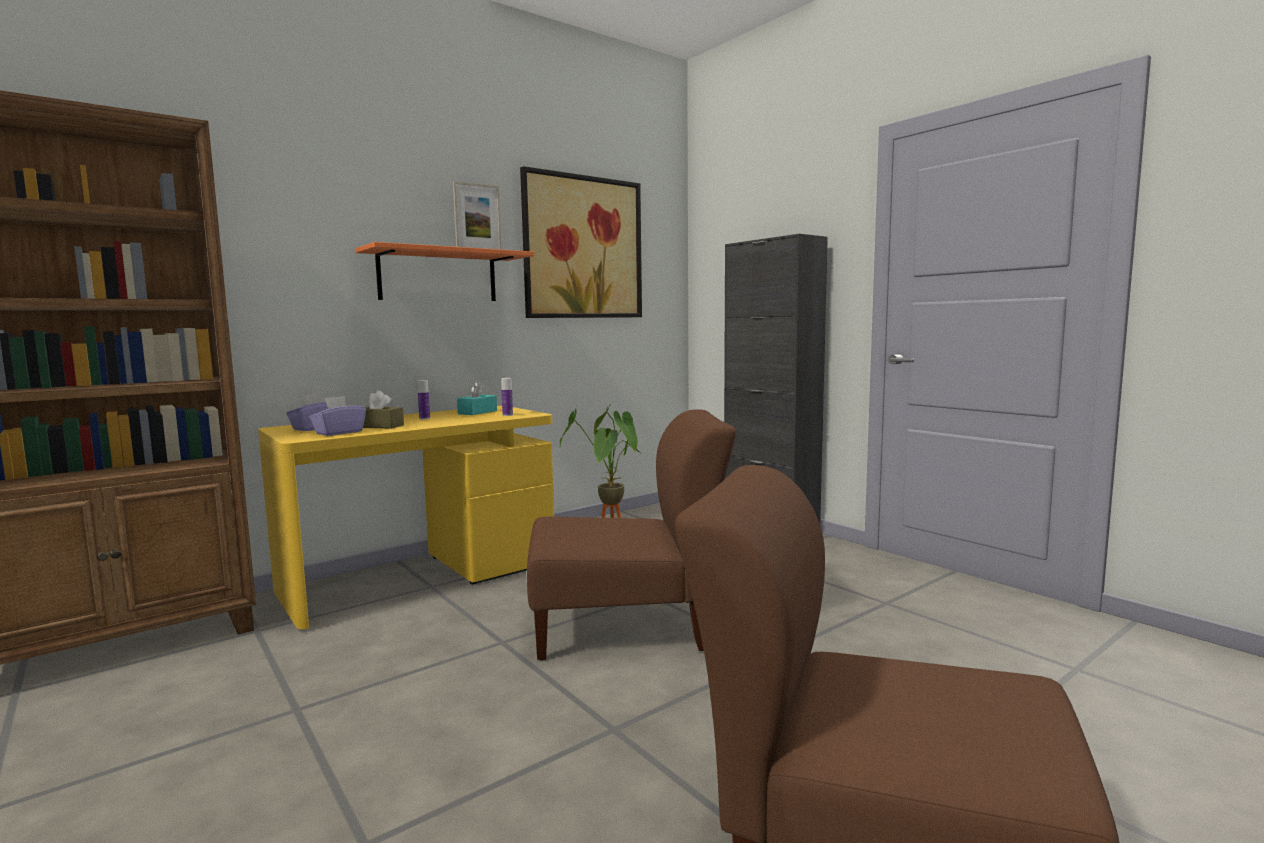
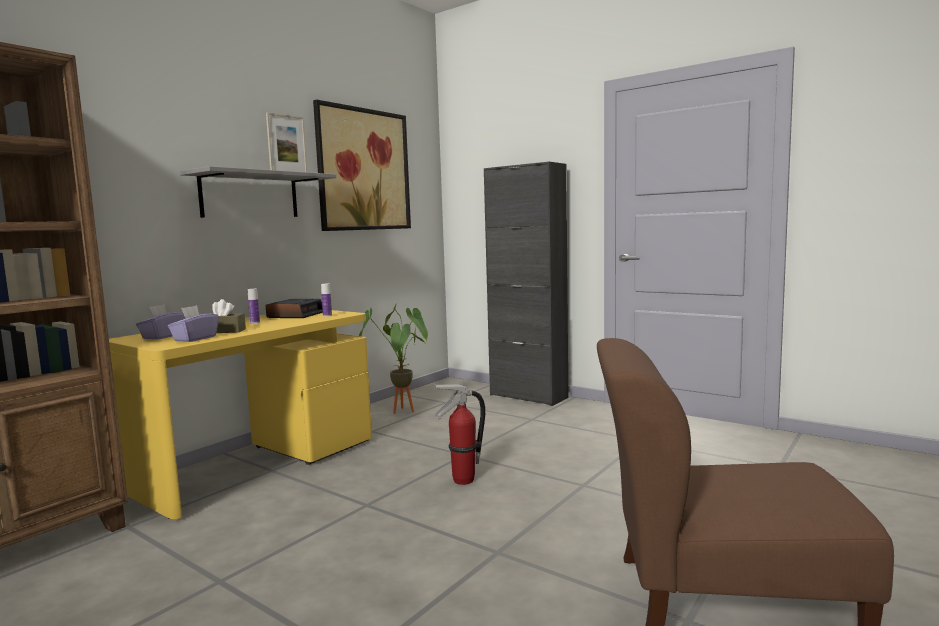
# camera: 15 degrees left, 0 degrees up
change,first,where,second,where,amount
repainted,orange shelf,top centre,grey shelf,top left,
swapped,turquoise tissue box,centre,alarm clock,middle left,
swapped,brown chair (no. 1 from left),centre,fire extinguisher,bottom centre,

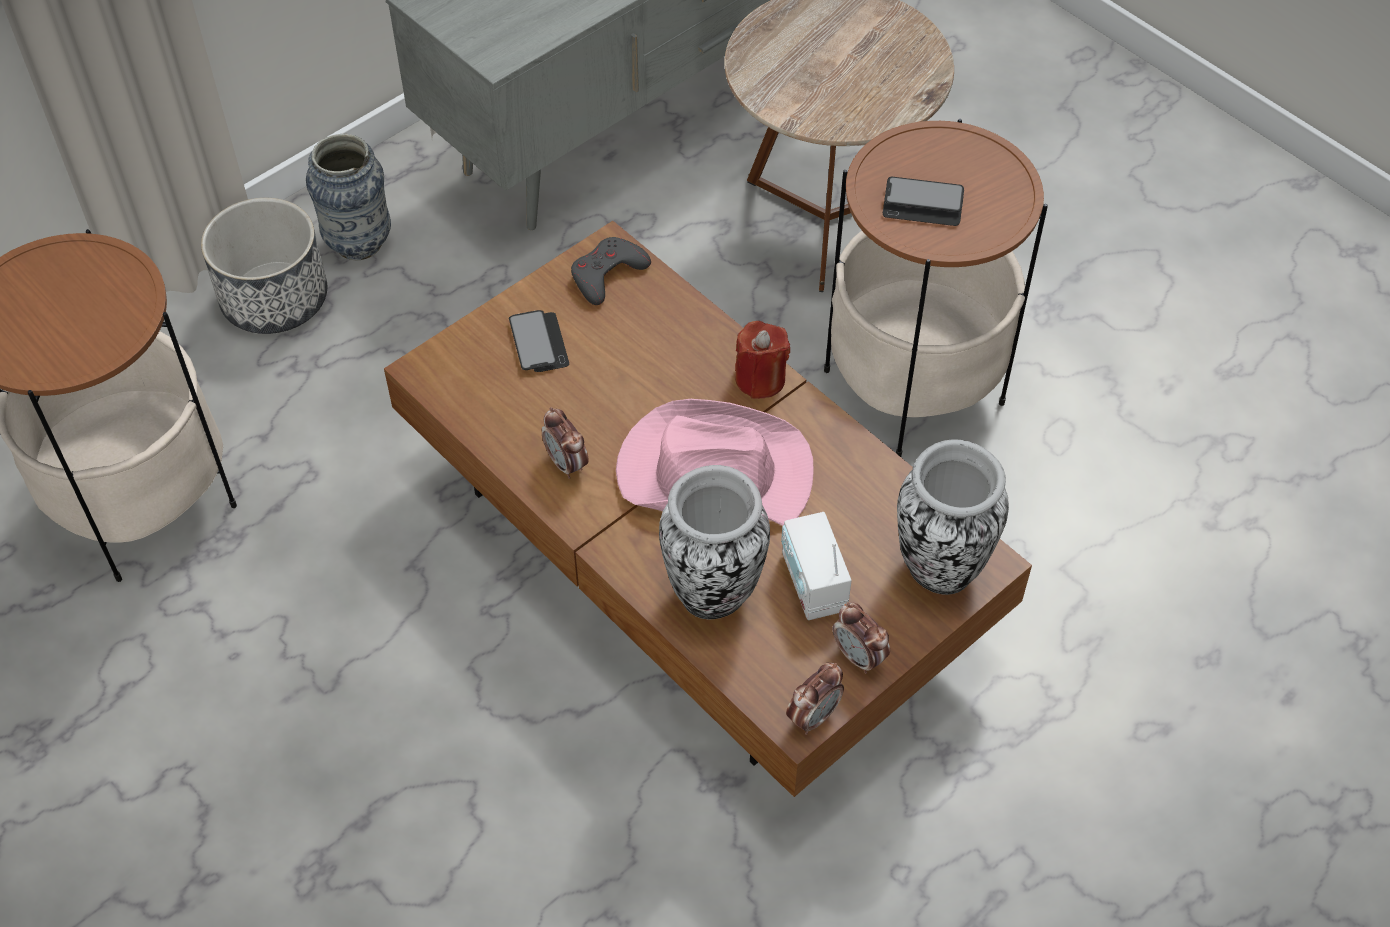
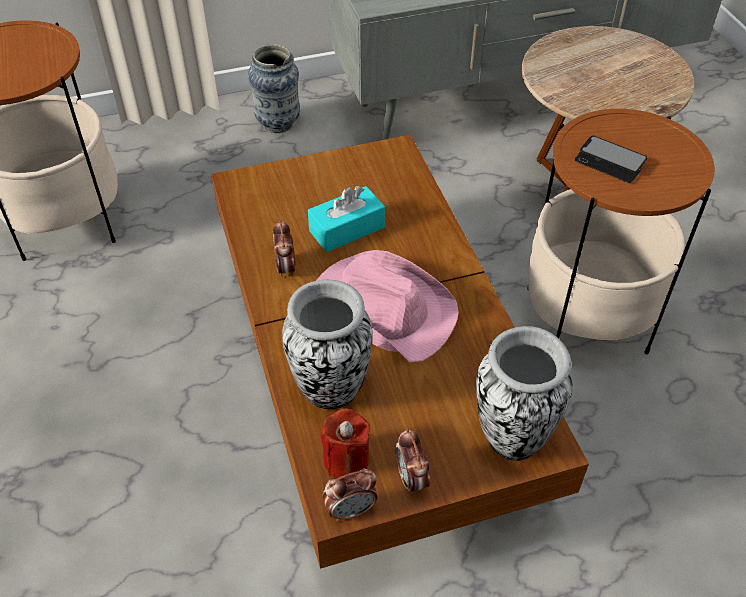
# camera: 25 degrees right, 5 degrees down
change,first,where,second,where,amount
gone,planter,top left,,,
gone,phone (no. 1 from left),centre,,,
gone,grey game controller,top centre,,,
shifted,red candle,centre,,bottom centre,
gone,radio,centre,,,
new,,,turquoise tissue box,centre,

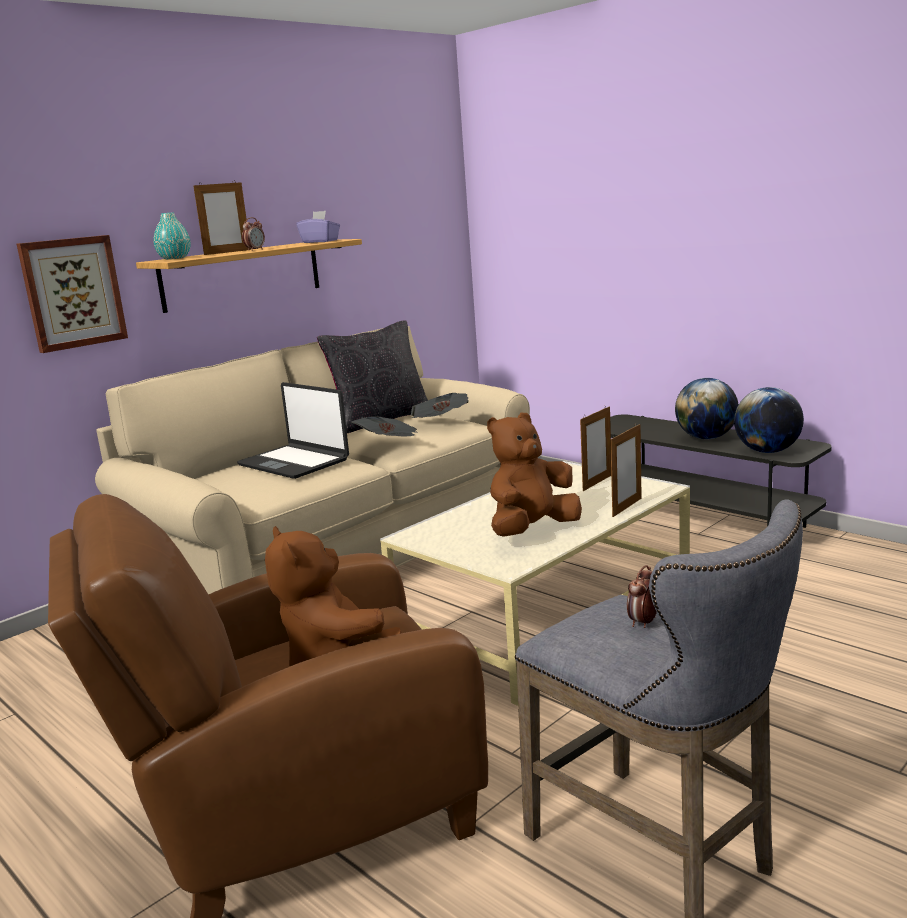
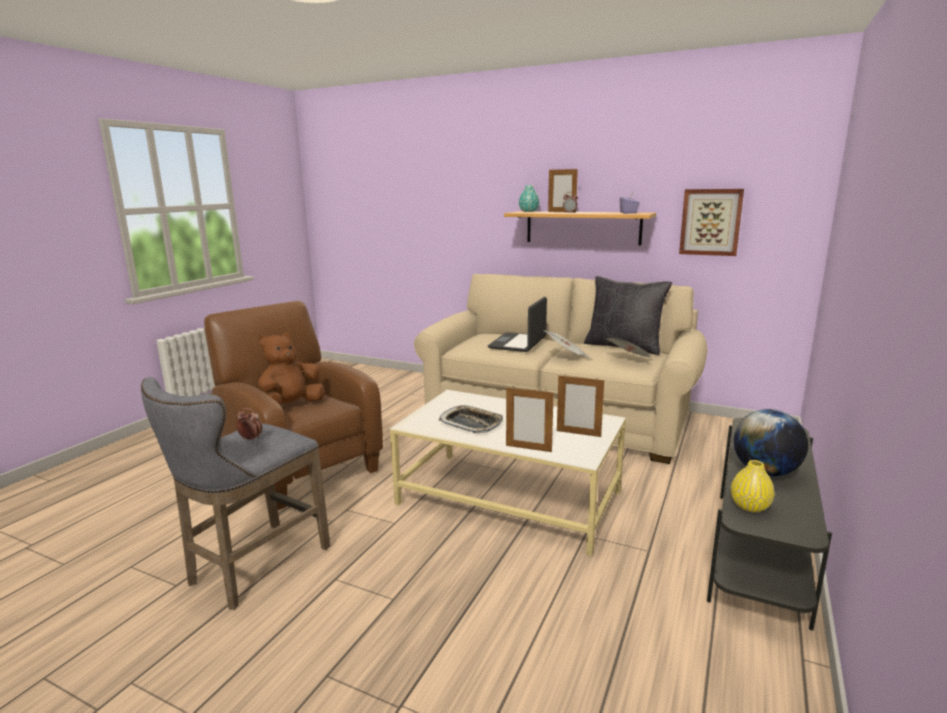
# camera: 70 degrees right, 0 degrees up
change,first,where,second,where,amount
shifted,picture,top left,,top right,
swapped,brown plush toy (no. 2 from left),centre,tray,centre,
swapped,globe (no. 2 from left),middle right,yellow vase,bottom right,

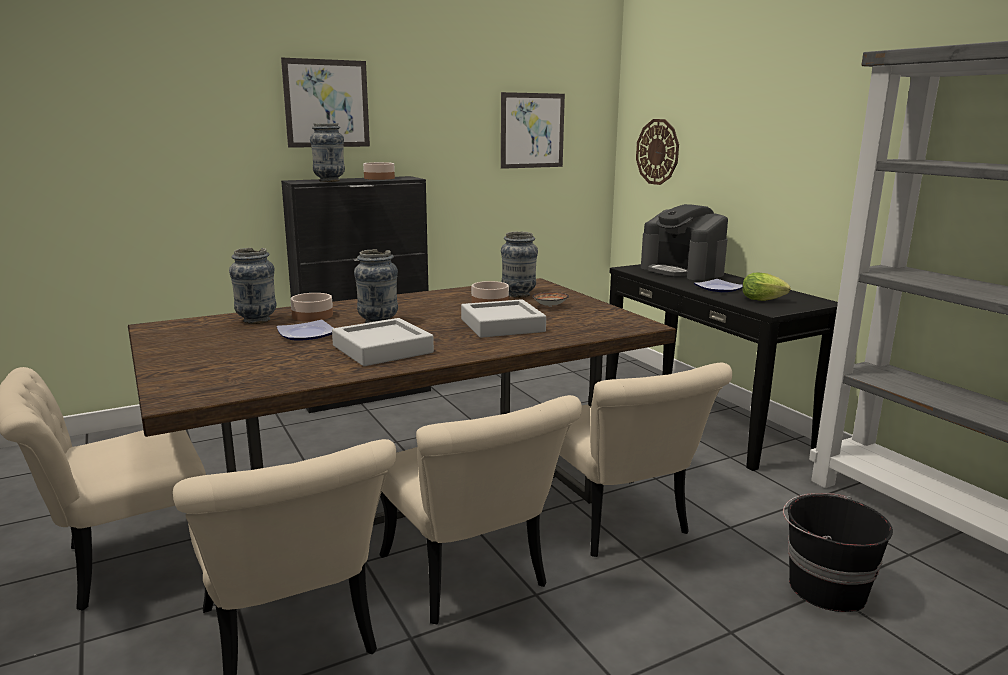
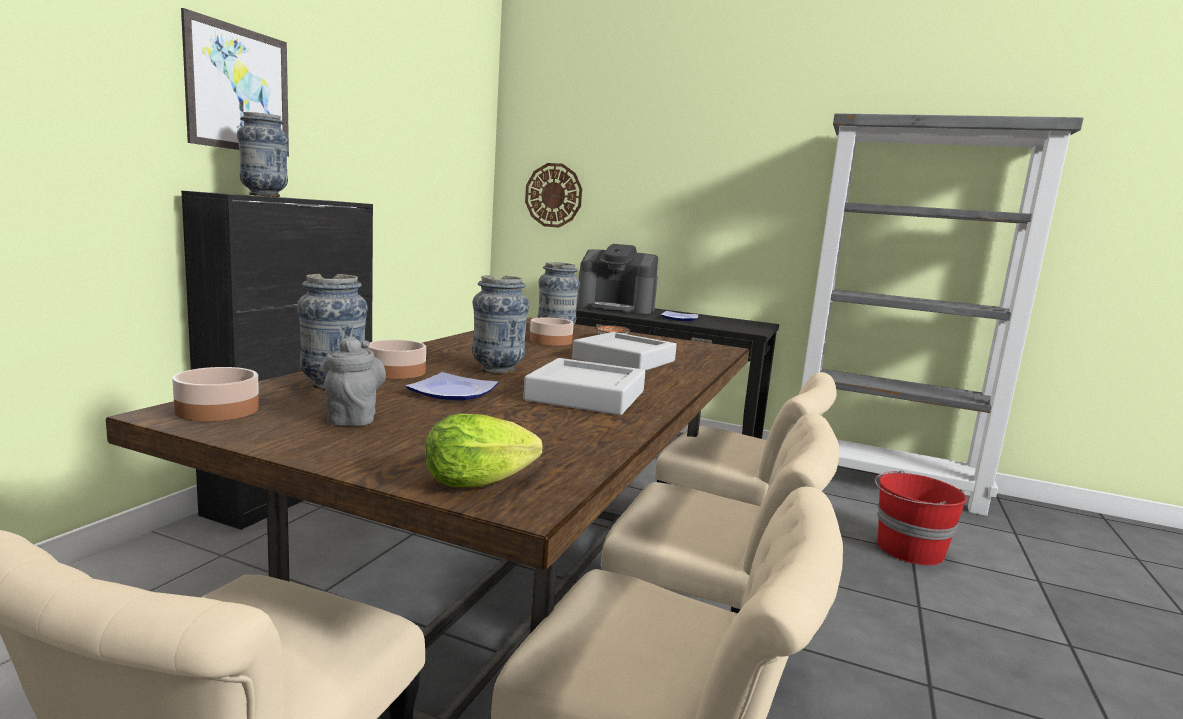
# camera: 40 degrees left, 5 degrees down
change,first,where,second,where,amount
shifted,bowl (no. 2 from left in the first image),top centre,bowl (no. 1 from left),middle left,
gone,picture (no. 2 from left),top centre,,,
shifted,lettuce,middle right,,centre,
repainted,black bucket,bottom right,red bucket,bottom right,
new,,,grey teapot,middle left,

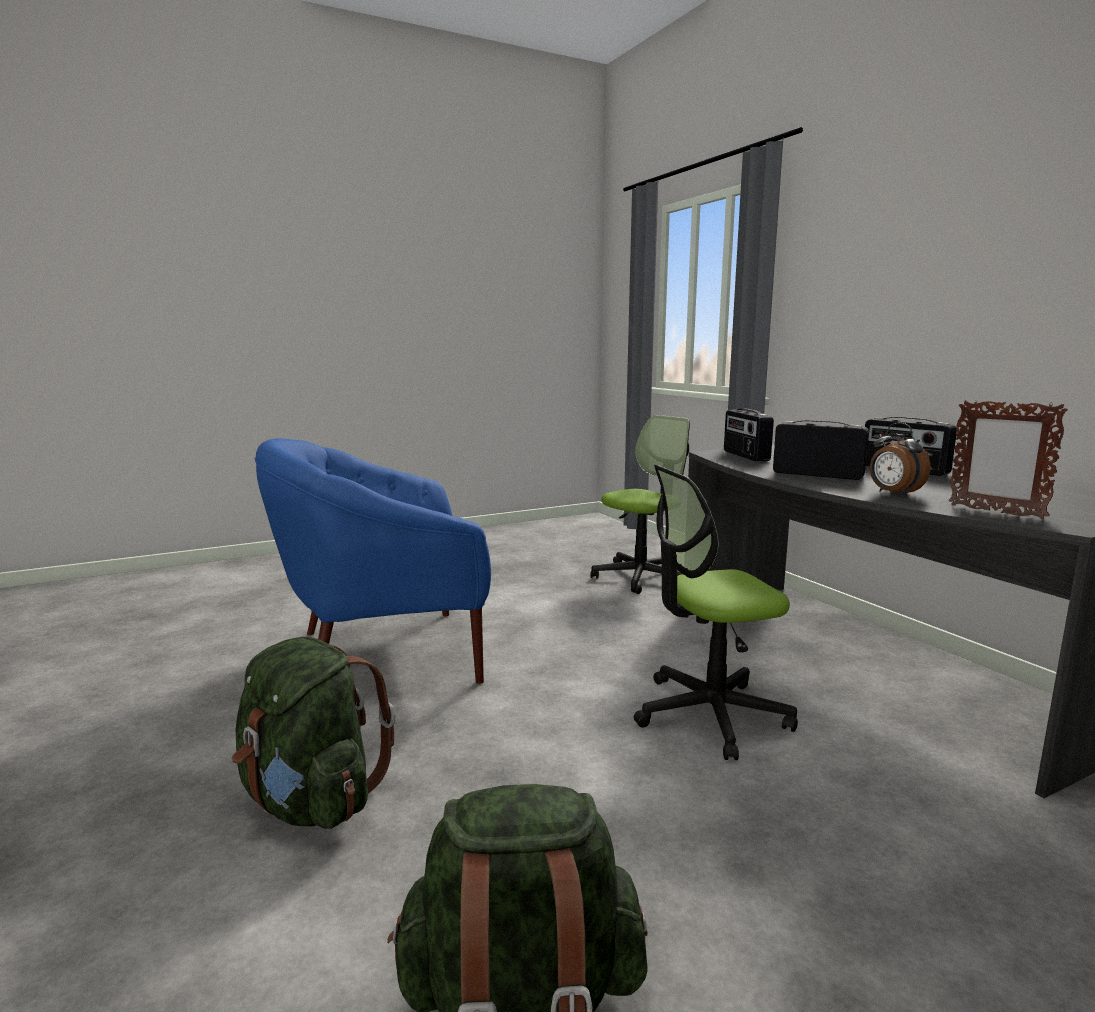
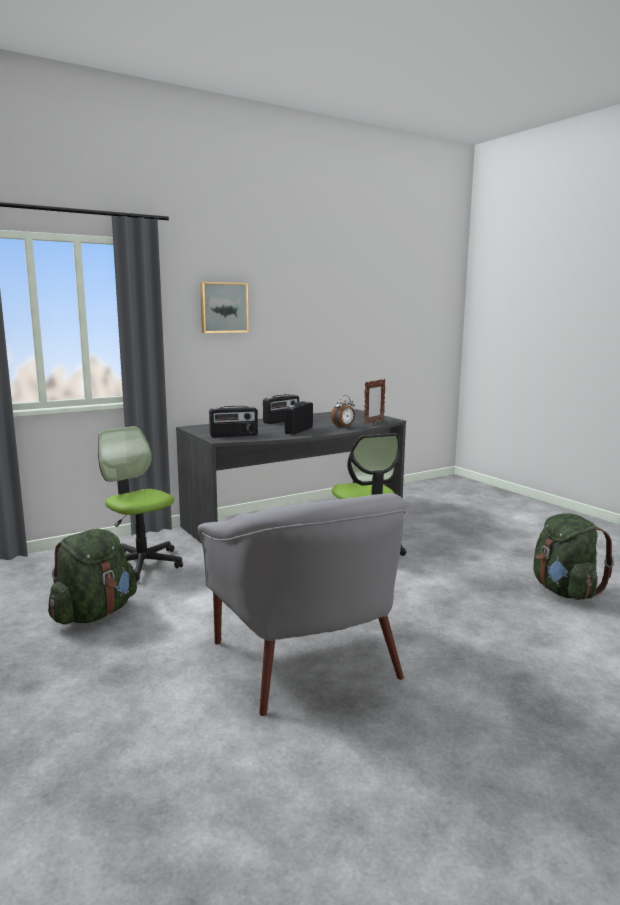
# camera: 95 degrees left, 0 degrees up
change,first,where,second,where,amount
shifted,green backpack (no. 1 from left),bottom left,,middle left,
repainted,blue armchair,centre,grey armchair,bottom centre,
new,,,picture,centre,

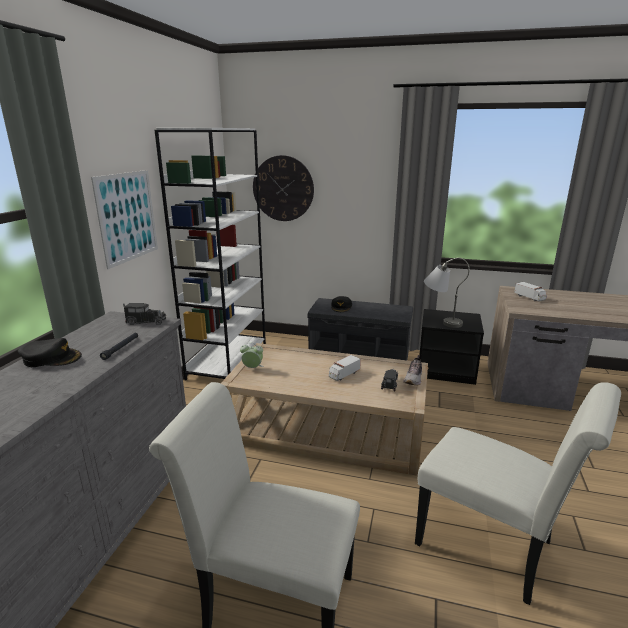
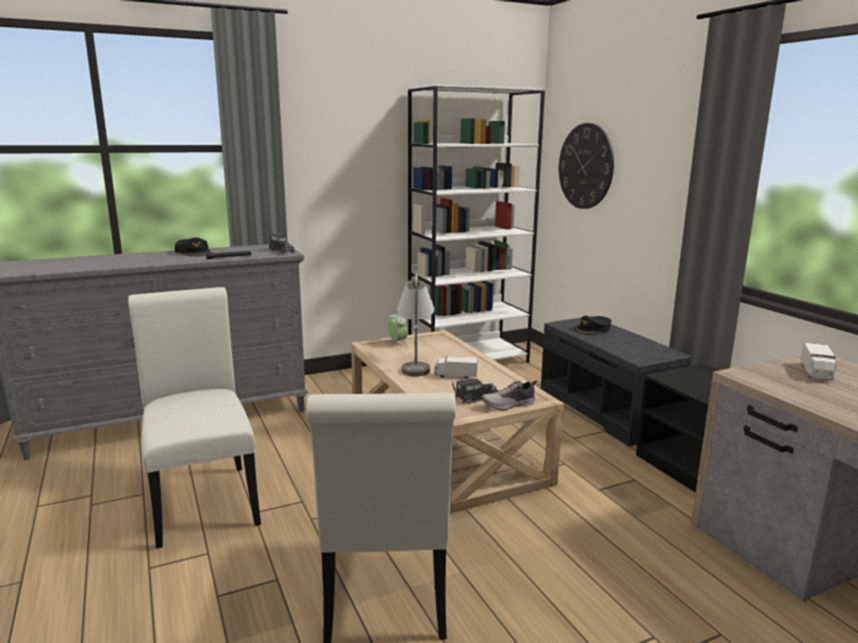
# camera: 50 degrees right, 5 degrees down
change,first,where,second,where,amount
gone,picture,middle left,,,
shifted,grey table lamp,middle right,,centre,

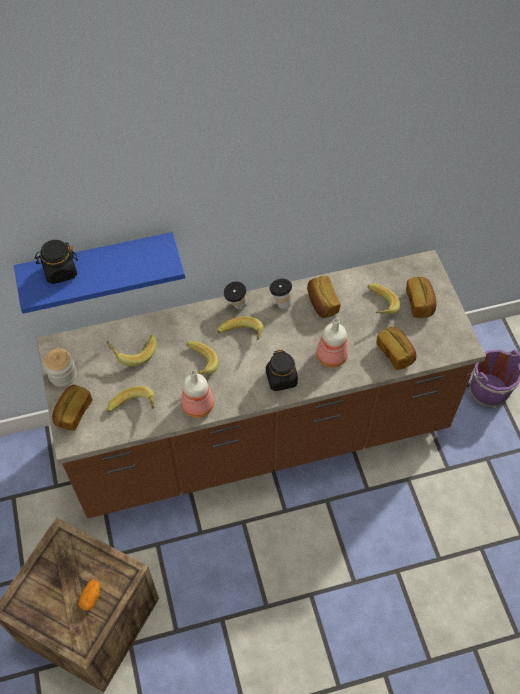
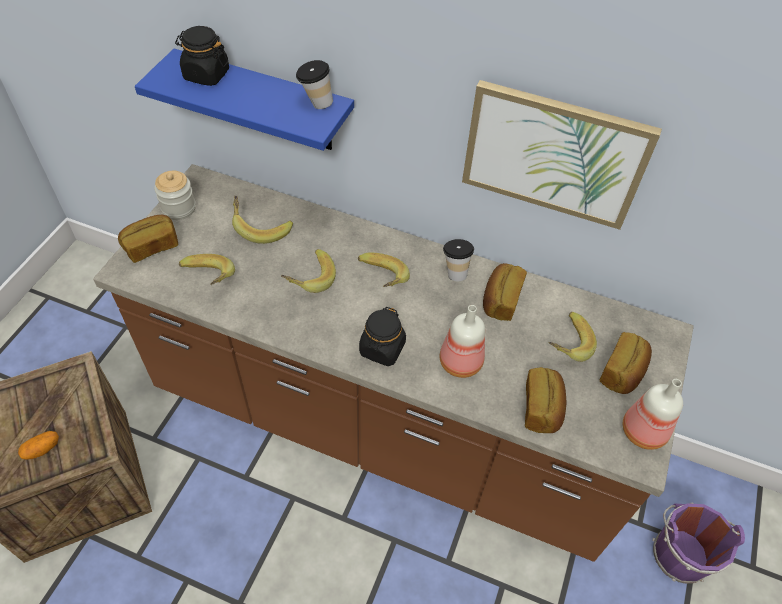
# camera: 35 degrees right, 5 degrees down
change,first,where,second,where,amount
shifted,bottle (no. 1 from left in the first image),centre,bottle (no. 2 from left),bottom right,
shifted,cup (no. 1 from left),centre,,top centre,
new,,,picture,top right,

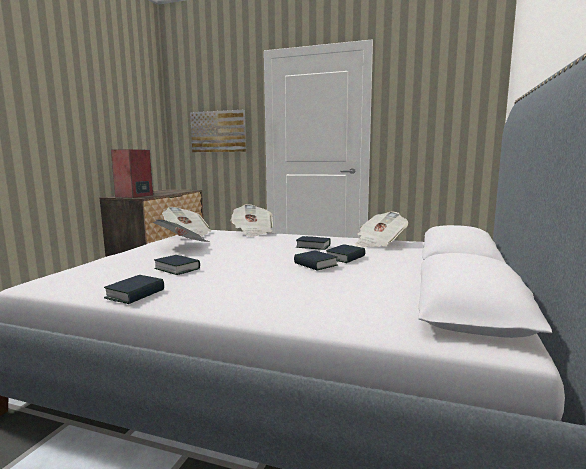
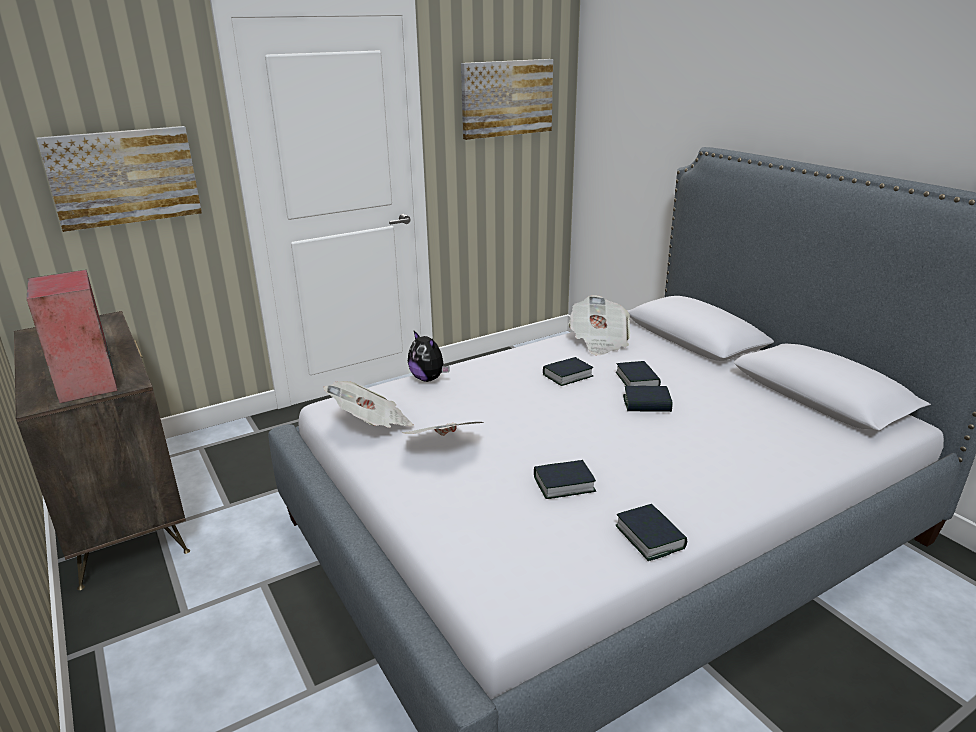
# camera: 50 degrees left, 15 degrees up
change,first,where,second,where,amount
swapped,newspaper (no. 3 from left),centre,plush toy,centre,
new,,,picture (no. 2 from left),top centre,

